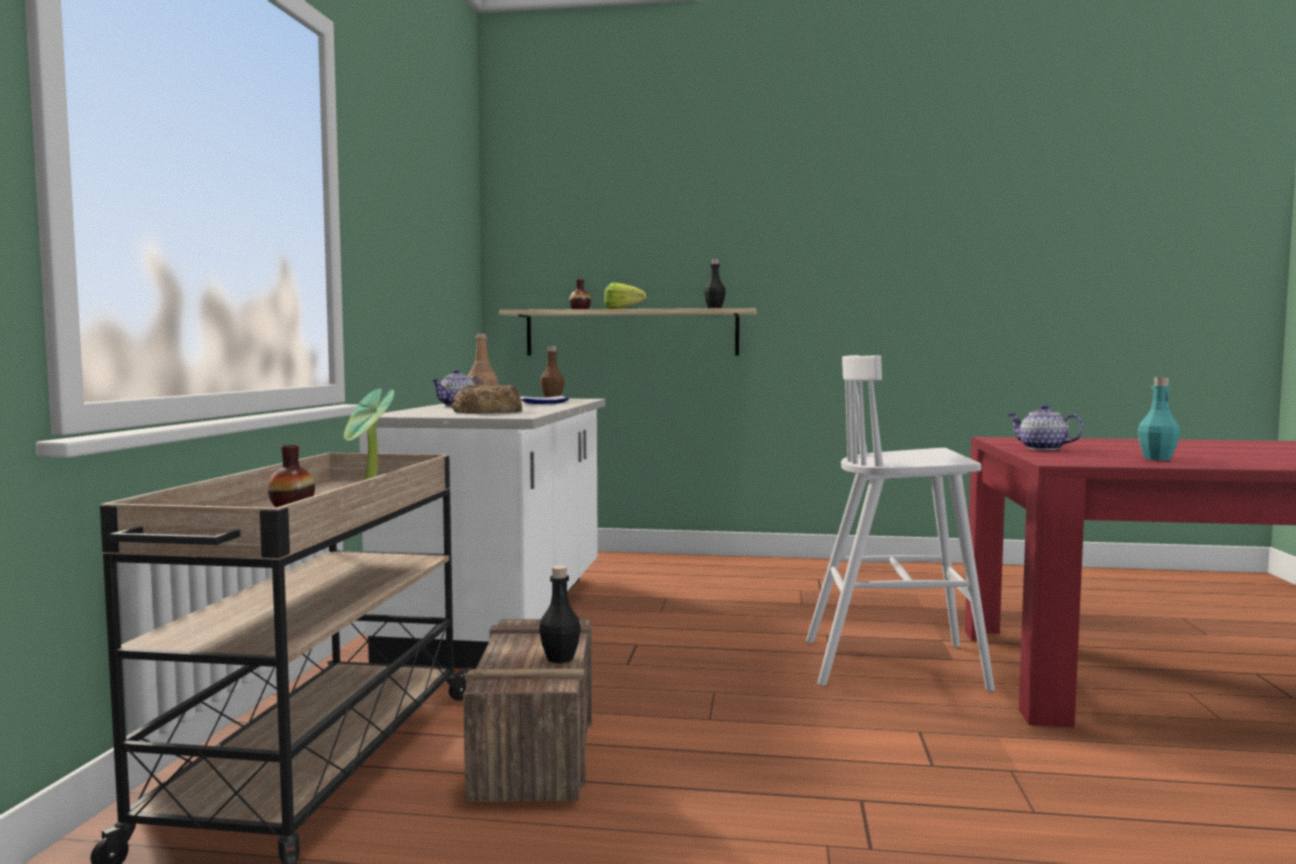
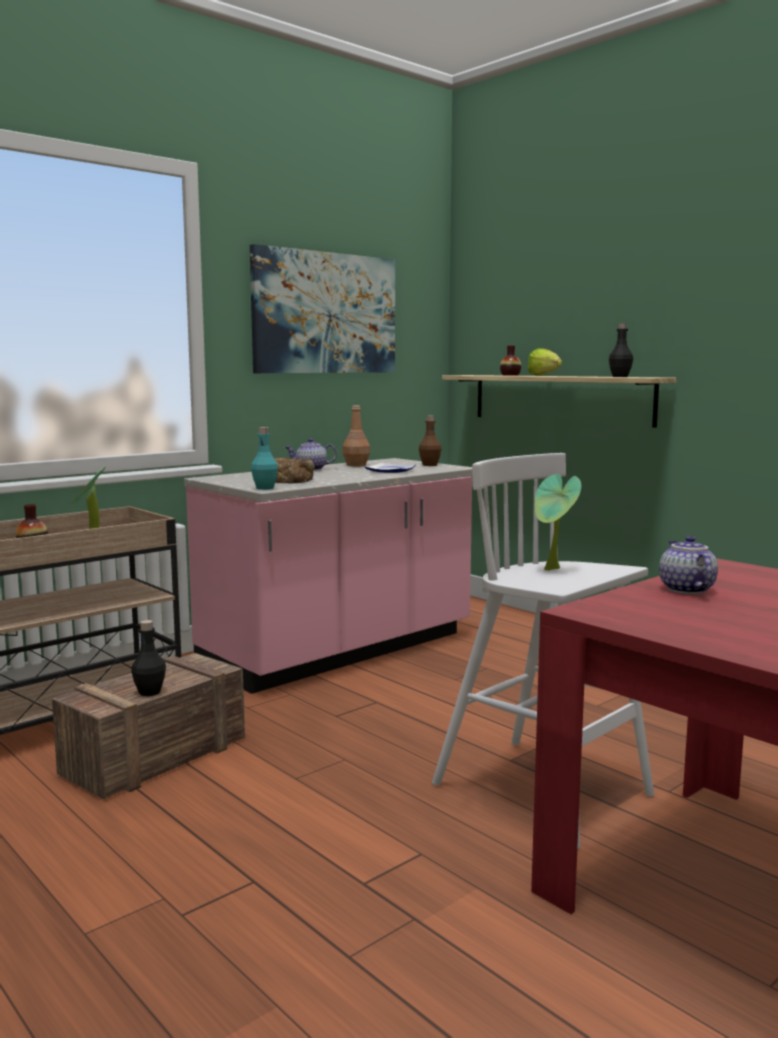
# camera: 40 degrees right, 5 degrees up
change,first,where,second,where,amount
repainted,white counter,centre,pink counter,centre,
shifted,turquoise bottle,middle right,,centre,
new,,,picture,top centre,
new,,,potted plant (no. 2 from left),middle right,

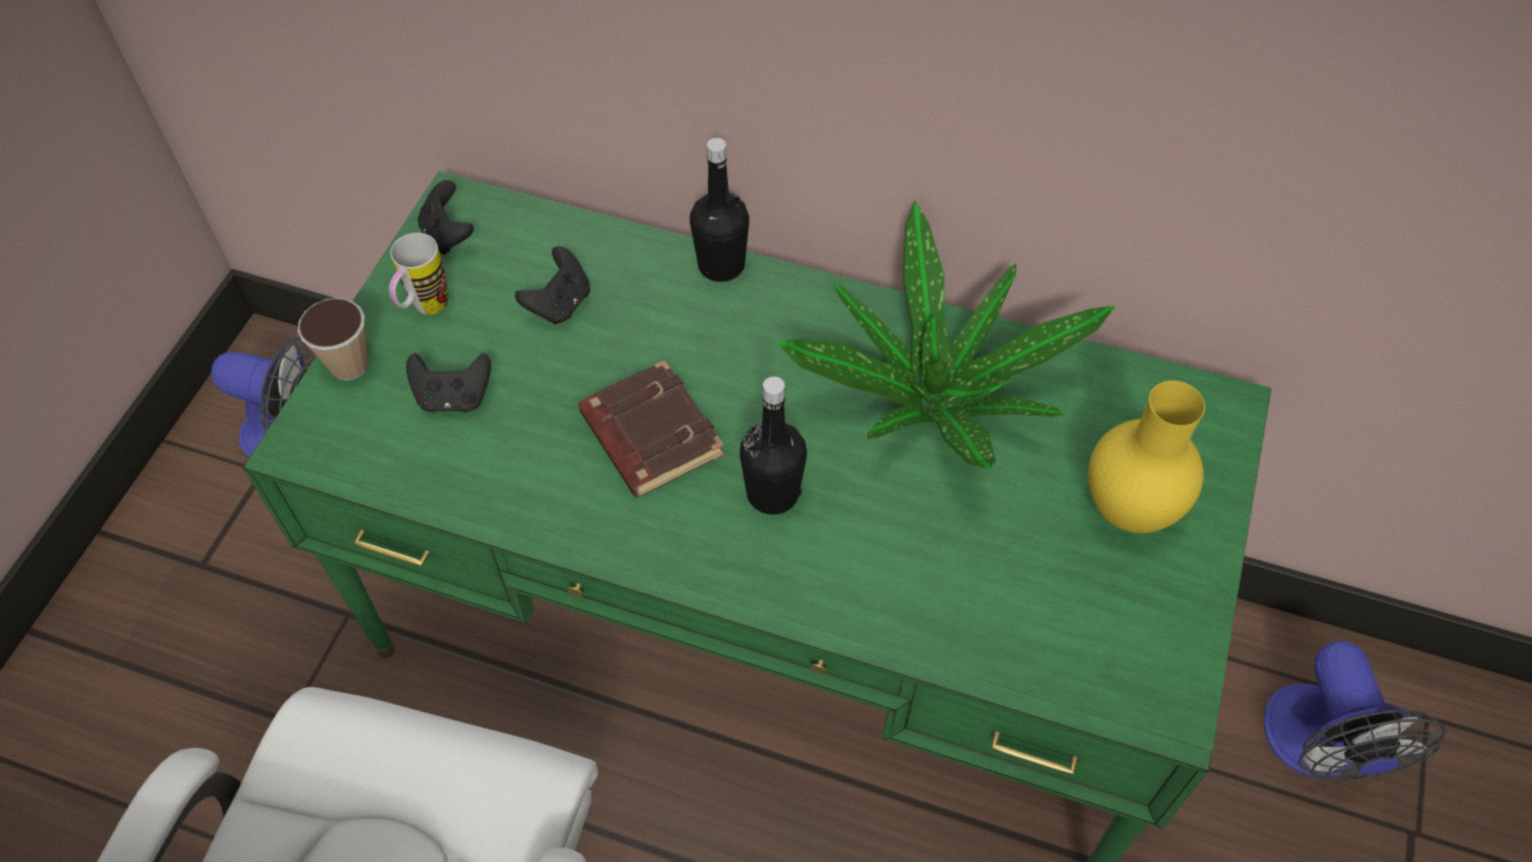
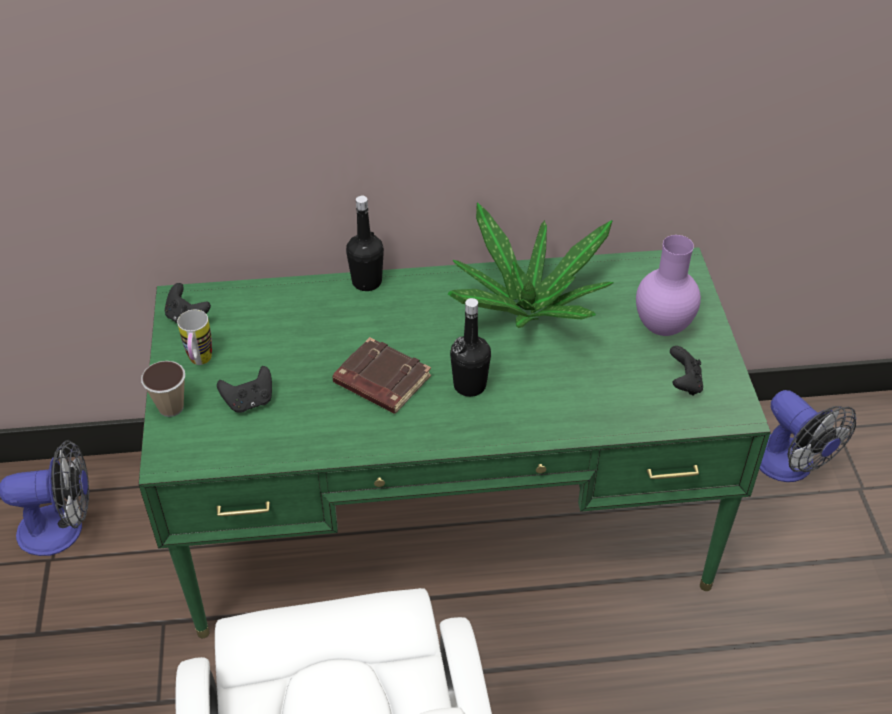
# camera: 25 degrees left, 10 degrees down
change,first,where,second,where,amount
shifted,black game controller (no. 3 from left),top centre,,middle right,
repainted,yellow vase,middle right,purple vase,middle right,

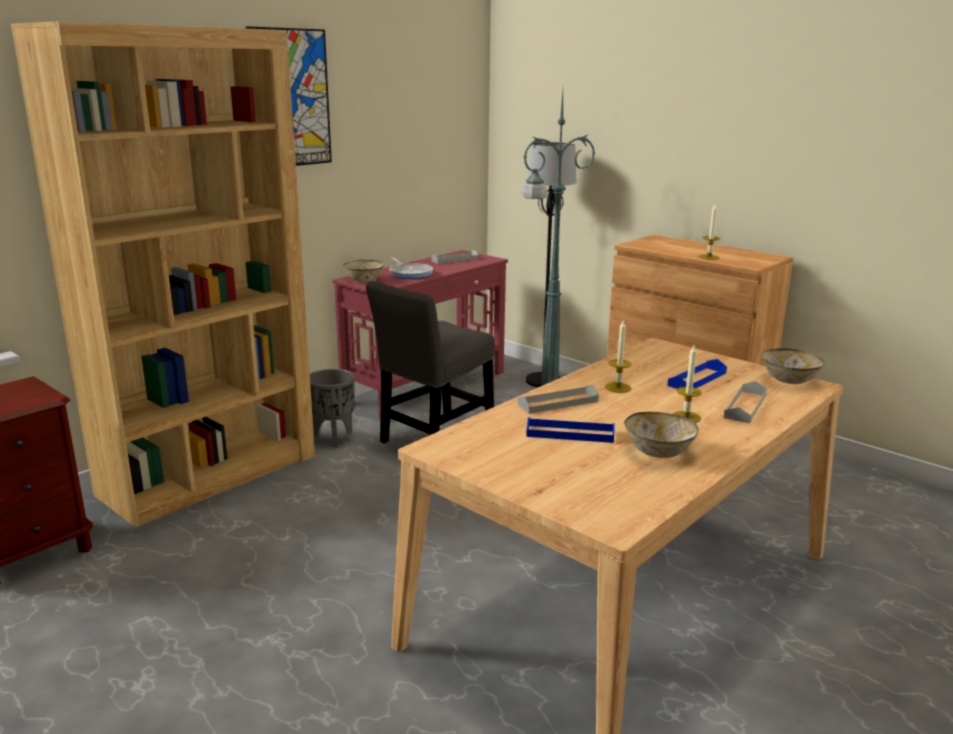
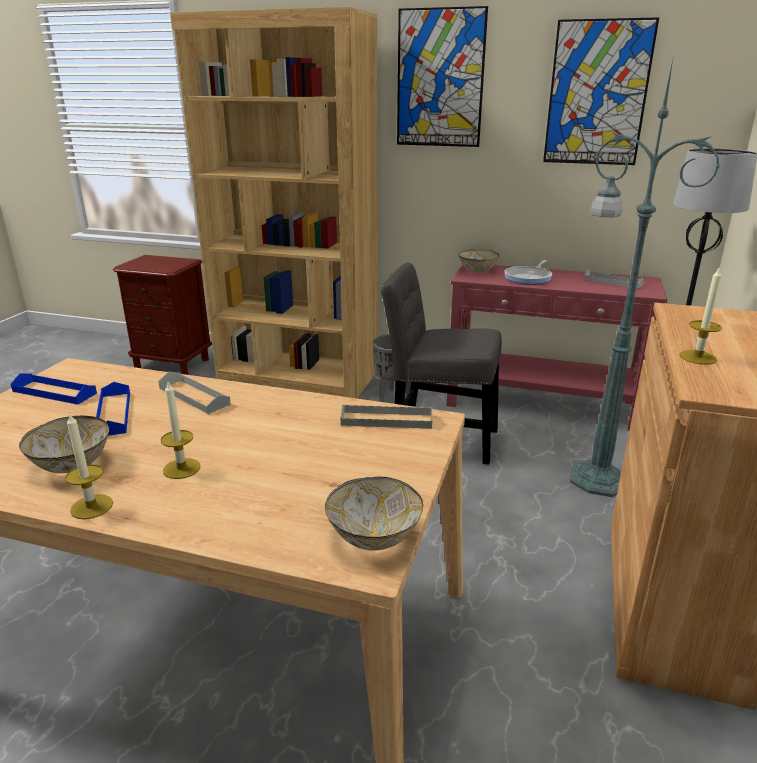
# camera: 65 degrees right, 5 degrees up
change,first,where,second,where,amount
shifted,candle (no. 1 from left),centre,,middle left,
shifted,blue tray (no. 2 from left in the first image),middle right,blue tray (no. 1 from left),middle left,
shifted,grey tray (no. 3 from left in the first image),middle right,grey tray (no. 2 from left),centre,
new,,,picture (no. 2 from left),top right,

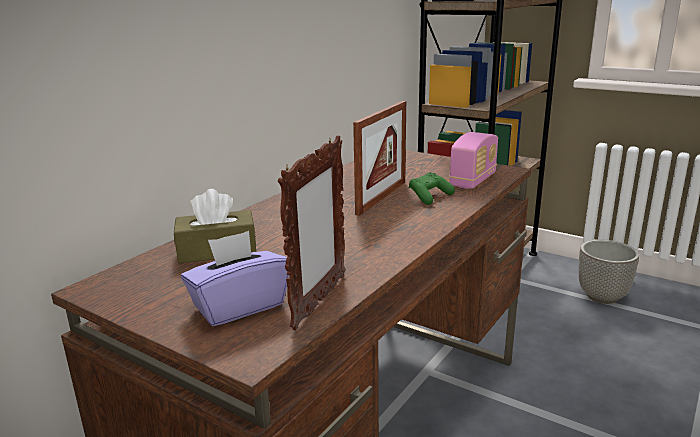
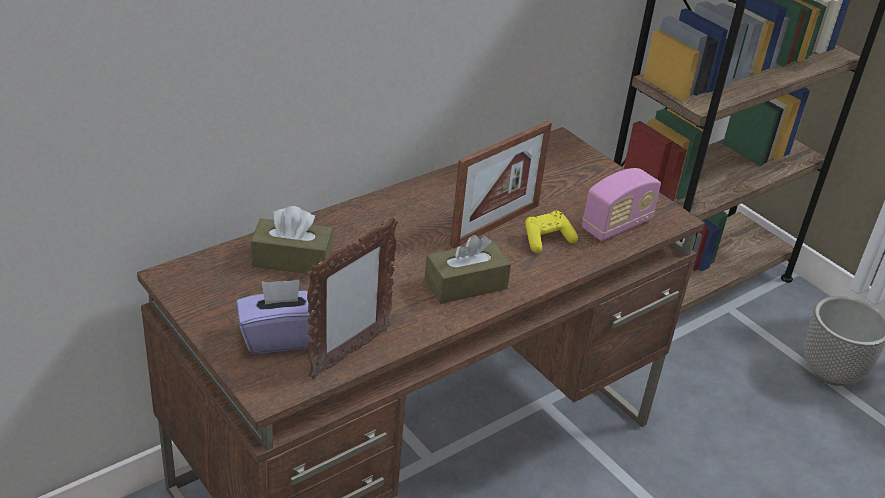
# camera: 15 degrees right, 15 degrees up
change,first,where,second,where,amount
repainted,green game controller,centre,yellow game controller,centre,
new,,,brown tissue box (no. 2 from left),centre,

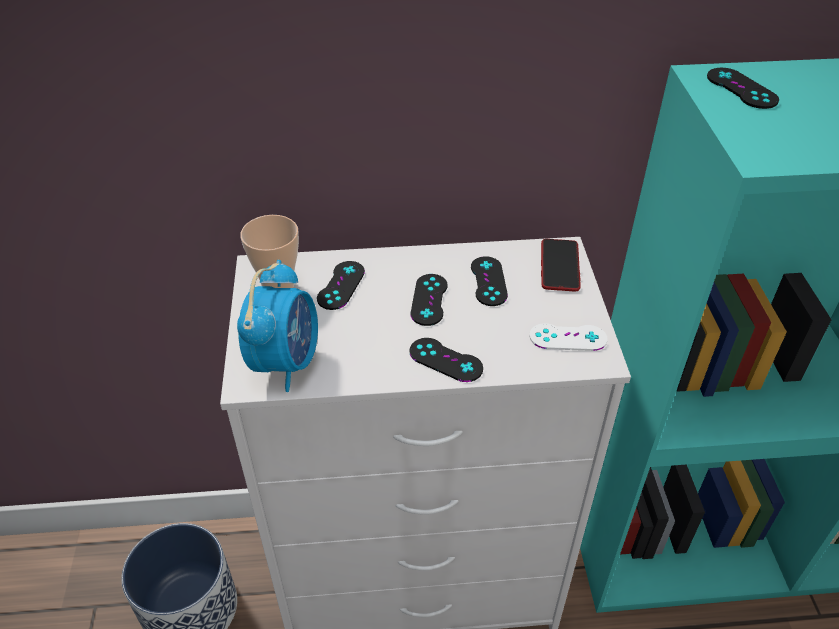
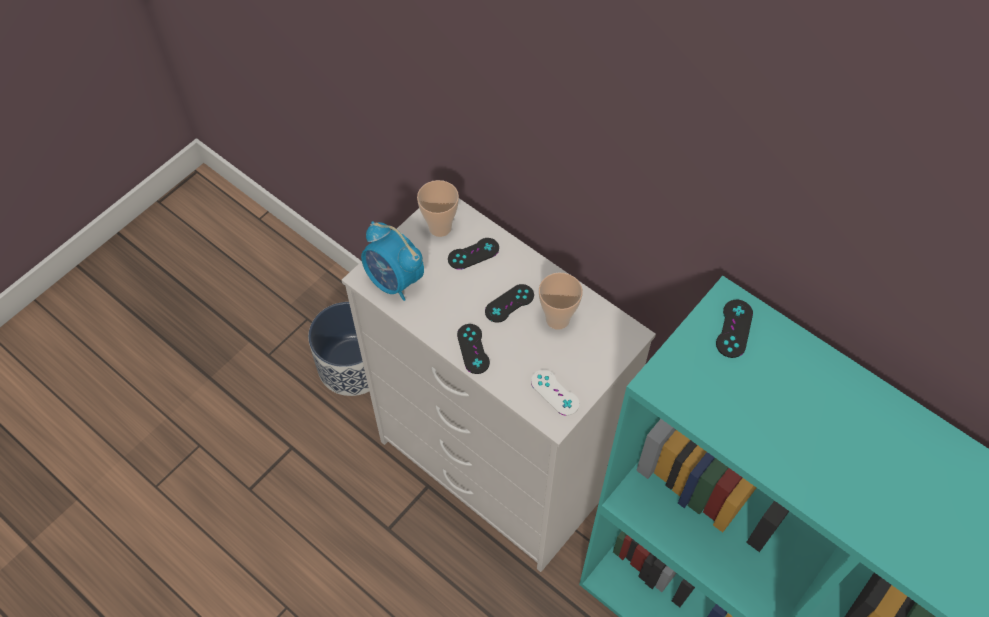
# camera: 45 degrees right, 15 degrees up
change,first,where,second,where,amount
rotated,alarm clock,middle left,,centre,75 degrees clockwise
swapped,black game controller (no. 4 from left),centre,cup (no. 2 from left),centre,
gone,phone,middle right,,,

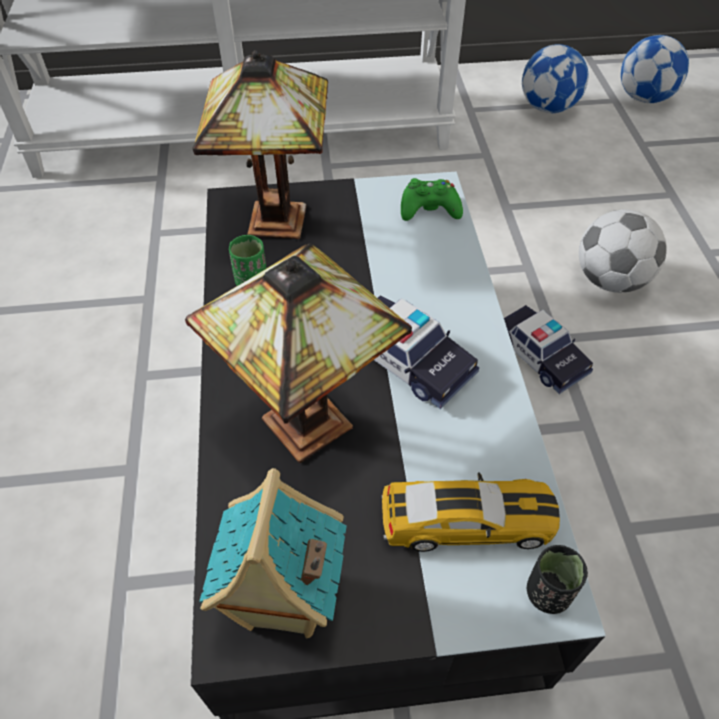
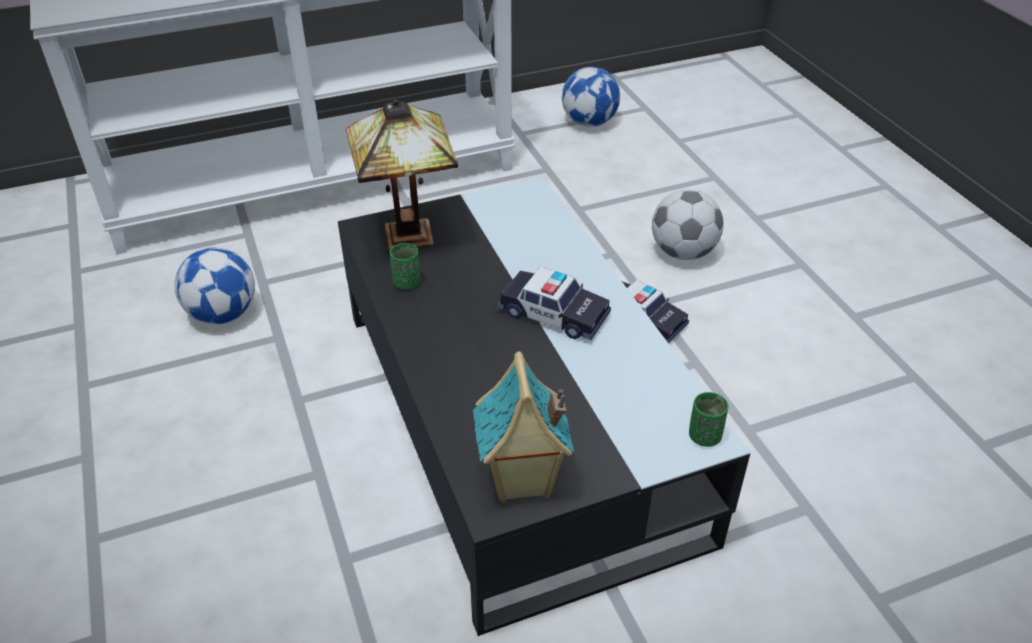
# camera: 15 degrees left, 10 degrees down
change,first,where,second,where,amount
gone,table lamp (no. 2 from left),centre,,,
gone,toy car (no. 2 from left),bottom centre,,,
gone,green game controller,top centre,,,
repainted,black cup,bottom right,green cup (no. 2 from left),middle right,
shifted,football (no. 3 from left in the first image),top right,football (no. 1 from left),middle left,

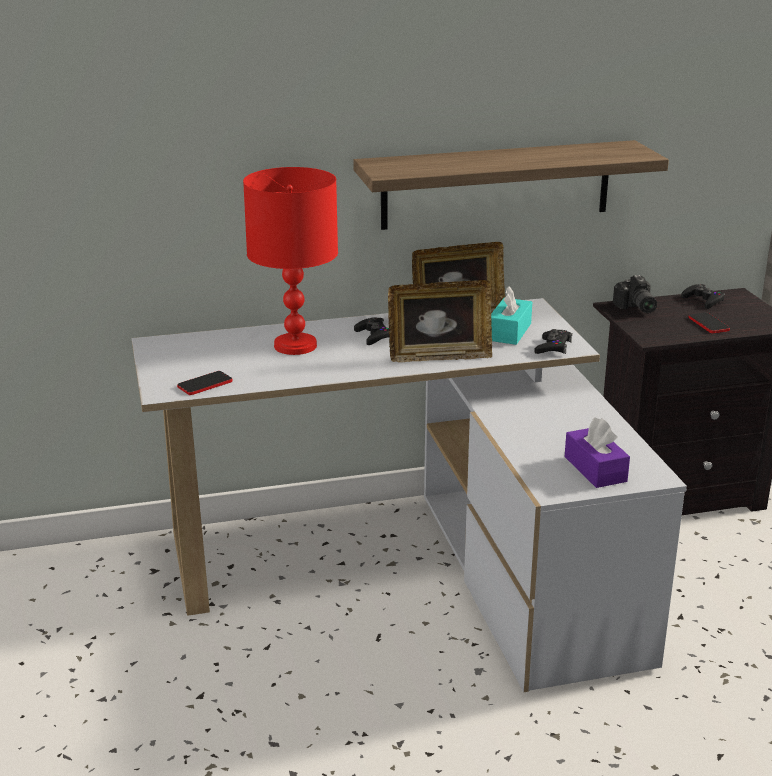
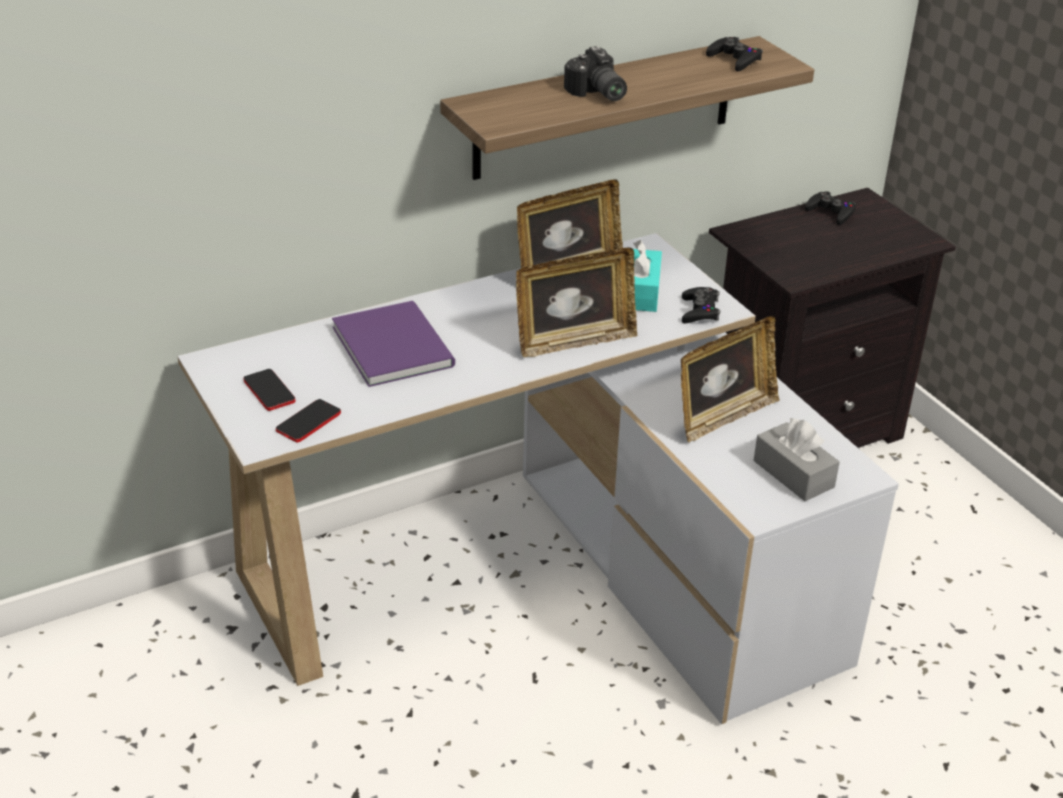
# camera: 15 degrees left, 10 degrees up
change,first,where,second,where,amount
swapped,red table lamp,centre,purple book,centre,
shifted,black game controller (no. 1 from left in the first image),centre,black game controller (no. 2 from left),top right,
repainted,purple tissue box,middle right,grey tissue box,middle right,
shifted,photo camera,middle right,,top centre,
shifted,phone (no. 2 from left in the first image),middle right,phone (no. 1 from left),middle left,
new,,,picture frame (no. 3 from left),middle right,

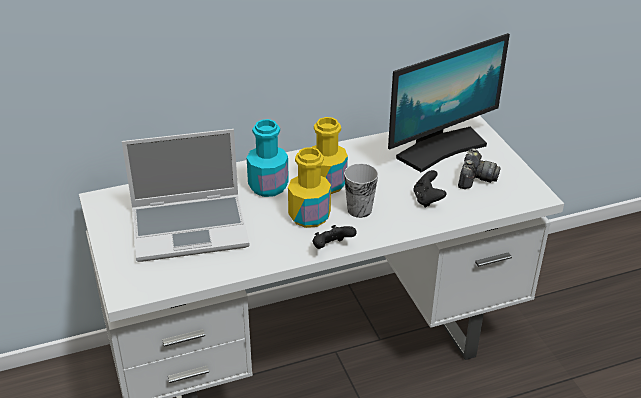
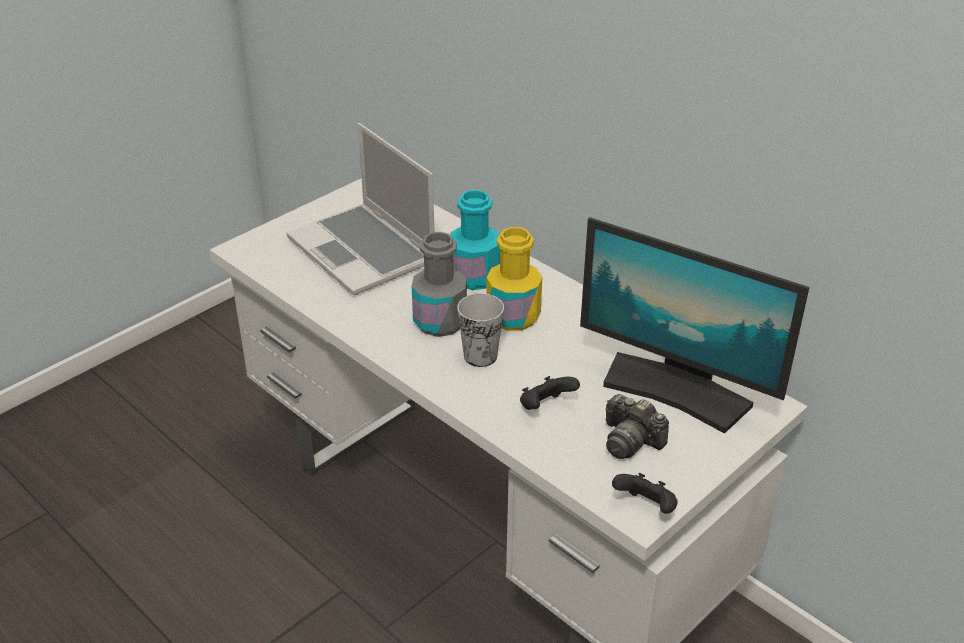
# camera: 65 degrees right, 0 degrees up
change,first,where,second,where,amount
repainted,yellow bottle (no. 1 from left),centre,grey bottle,centre,
shifted,black game controller (no. 1 from left in the first image),centre,black game controller (no. 2 from left),bottom right,
rotated,photo camera,middle right,,centre,45 degrees clockwise

